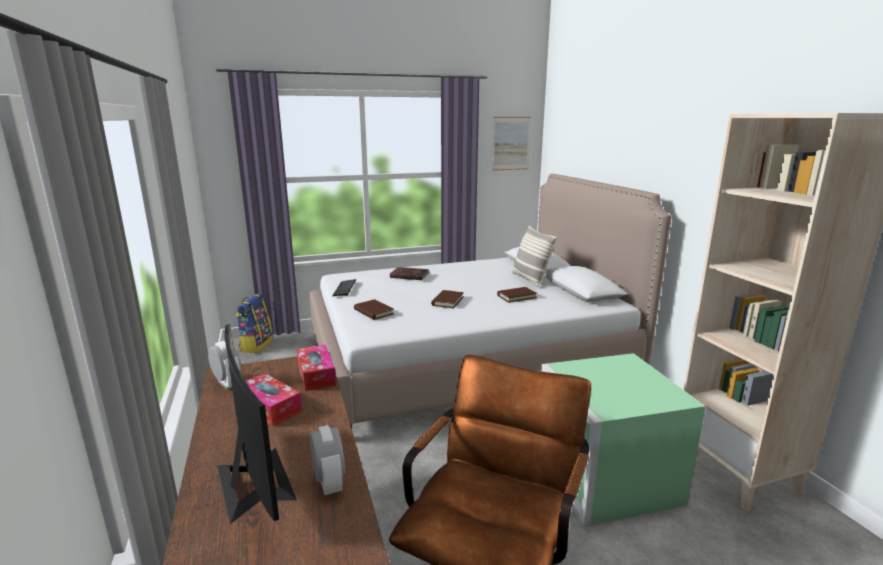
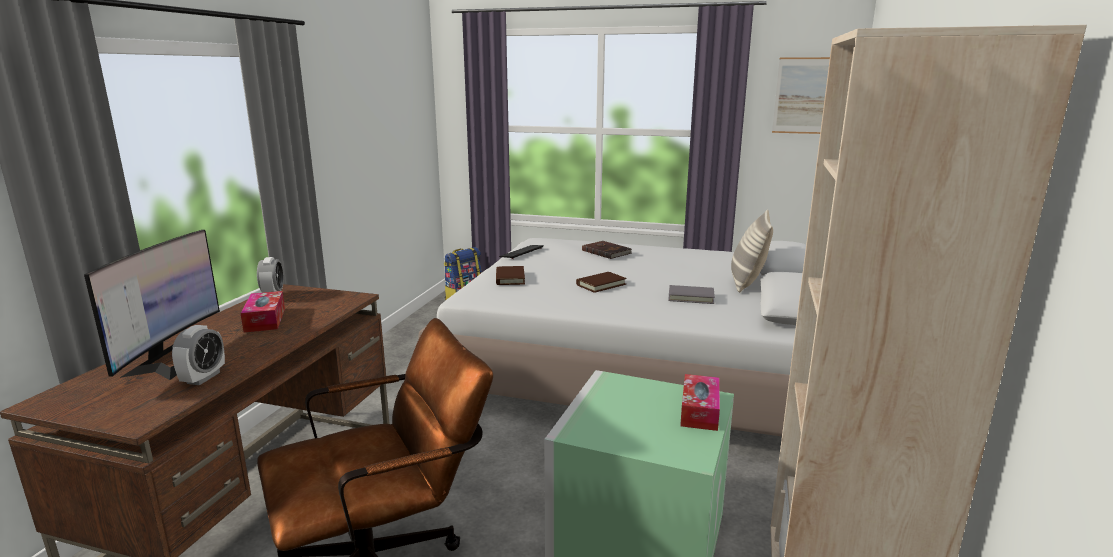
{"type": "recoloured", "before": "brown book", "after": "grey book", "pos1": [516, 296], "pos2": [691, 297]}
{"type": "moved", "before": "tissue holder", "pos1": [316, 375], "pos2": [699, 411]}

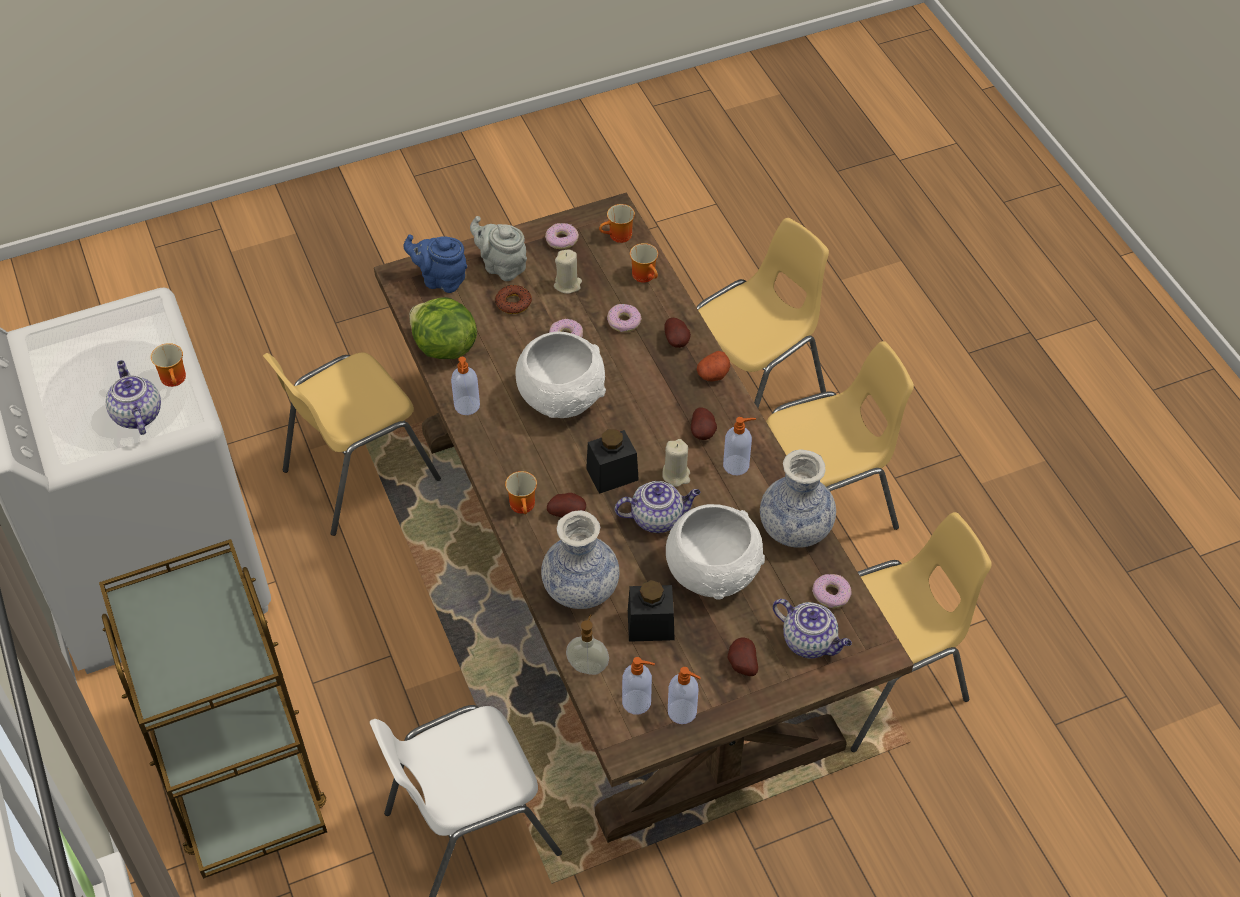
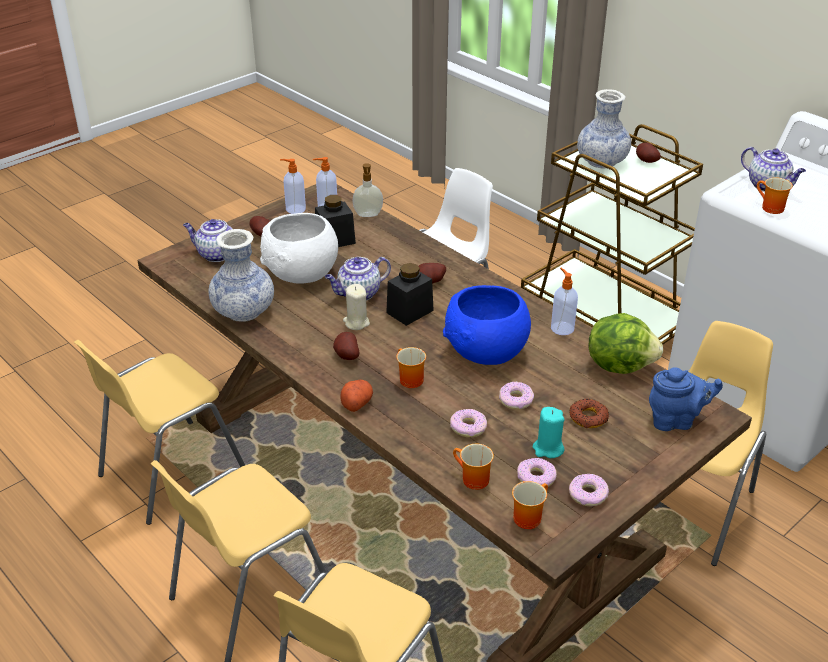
{"type": "removed", "before": "grey pot for tea", "pos1": [502, 266]}
{"type": "recoloured", "before": "beige wax light", "after": "turquoise-coloured wax light", "pos1": [567, 284], "pos2": [548, 449]}
{"type": "moved", "before": "whole potato", "pos1": [677, 341], "pos2": [645, 161]}
{"type": "recoloured", "before": "whitish deep dish", "after": "blue-coloured deep dish", "pos1": [563, 398], "pos2": [484, 352]}
{"type": "removed", "before": "soap dispenser", "pos1": [737, 465]}
{"type": "moved", "before": "tea mug", "pos1": [524, 506], "pos2": [408, 379]}
{"type": "moved", "before": "vase", "pos1": [580, 588], "pos2": [601, 162]}
{"type": "moved", "before": "ring doughnut", "pos1": [831, 594], "pos2": [536, 478]}

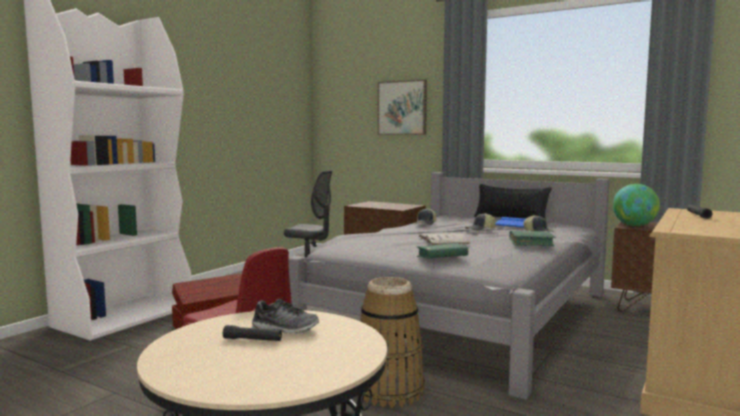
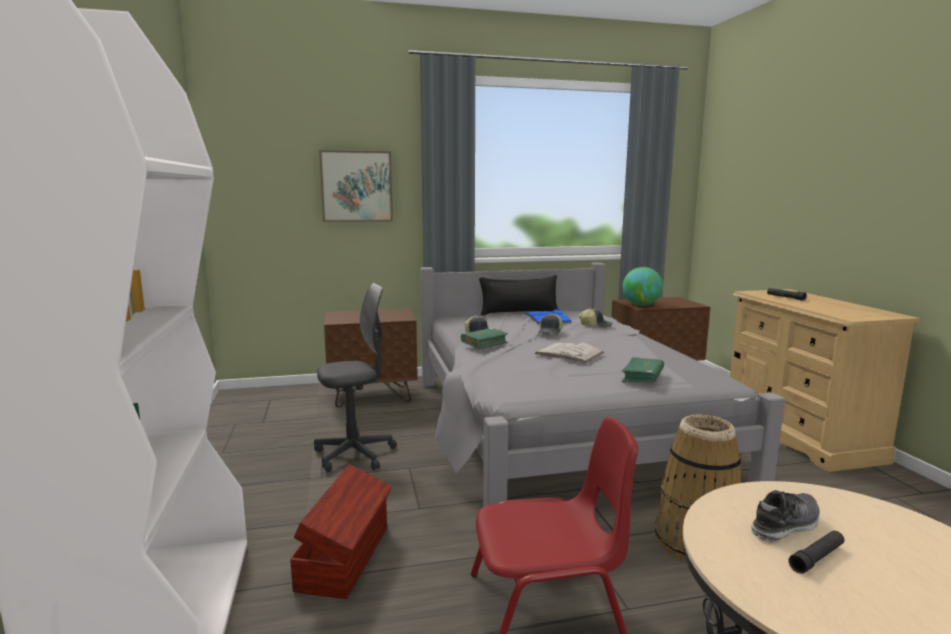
{"type": "moved", "before": "green book", "pos1": [531, 243], "pos2": [484, 343]}

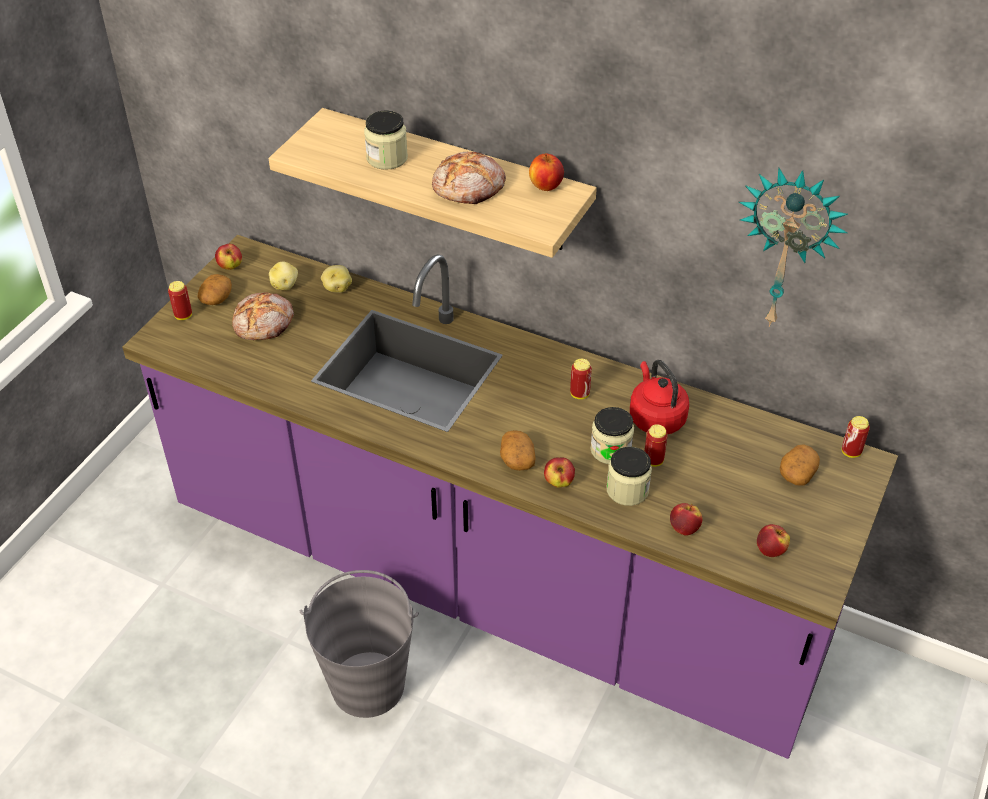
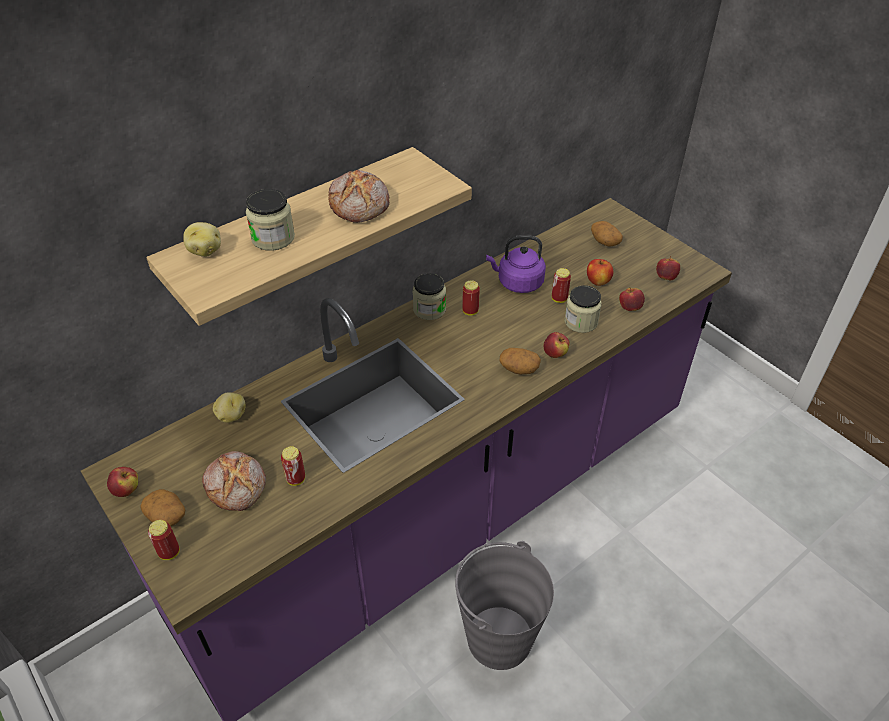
{"type": "moved", "before": "apple", "pos1": [546, 186], "pos2": [598, 281]}
{"type": "removed", "before": "wall clock", "pos1": [787, 247]}
{"type": "moved", "before": "whole potato", "pos1": [285, 285], "pos2": [205, 251]}
{"type": "recoloured", "before": "red tea kettle", "after": "purple tea kettle", "pos1": [655, 417], "pos2": [517, 283]}
{"type": "moved", "before": "preserve jar", "pos1": [610, 450], "pos2": [429, 309]}
{"type": "moved", "before": "can", "pos1": [851, 452], "pos2": [296, 479]}

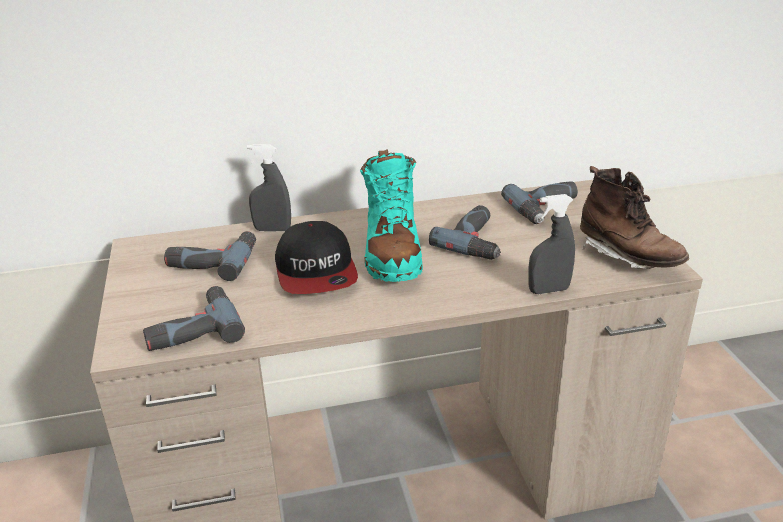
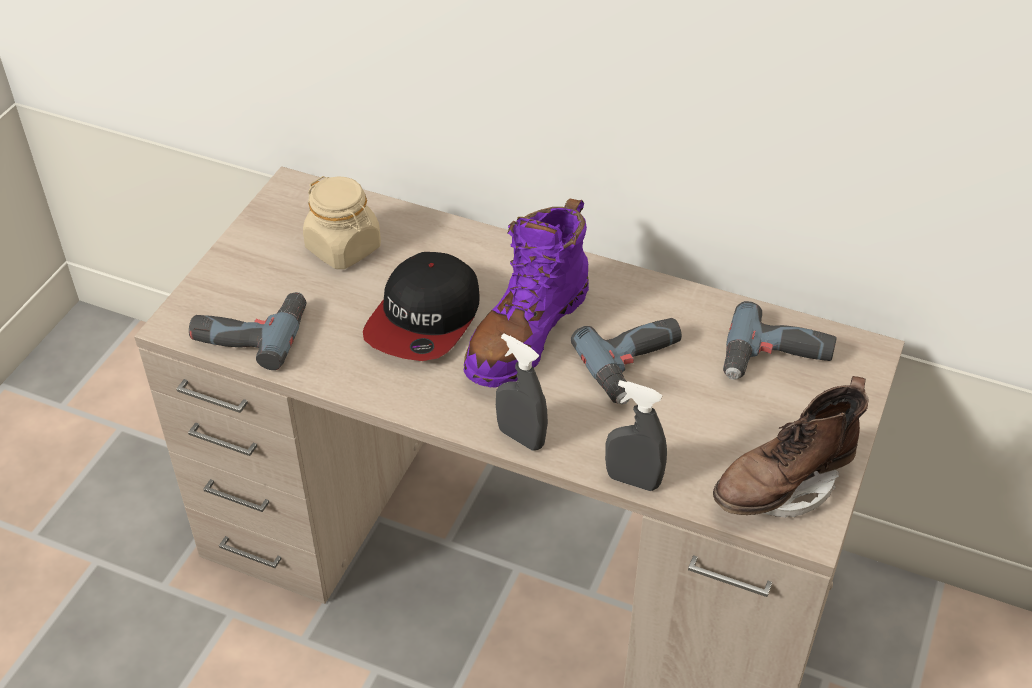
{"type": "moved", "before": "grey sprayer", "pos1": [272, 229], "pos2": [521, 437]}
{"type": "recoloured", "before": "turquoise-coloured tall boot", "after": "purple tall boot", "pos1": [392, 252], "pos2": [527, 332]}
{"type": "turned", "before": "brown tall boot", "pos1": [628, 257], "pos2": [782, 486], "turn": 60}
{"type": "replaced", "before": "electric drill", "after": "beige preserve jar", "pos1": [213, 260], "pos2": [344, 248]}

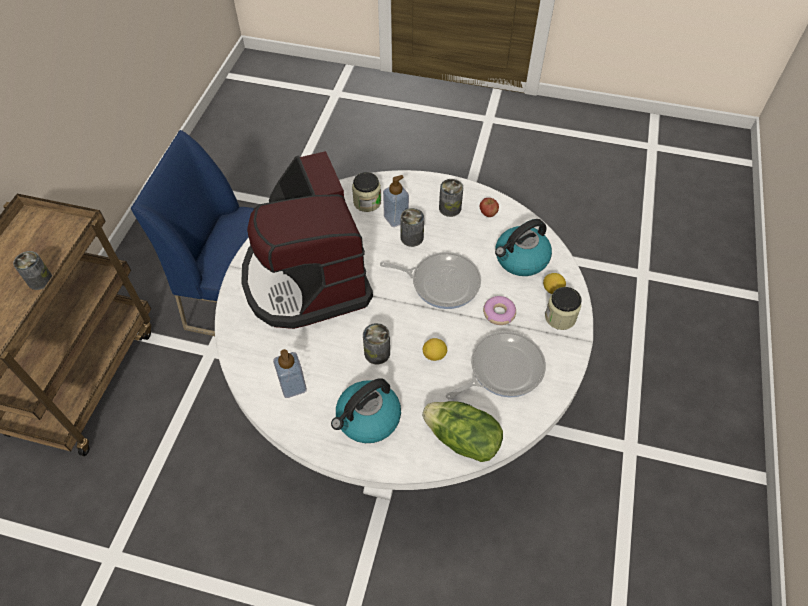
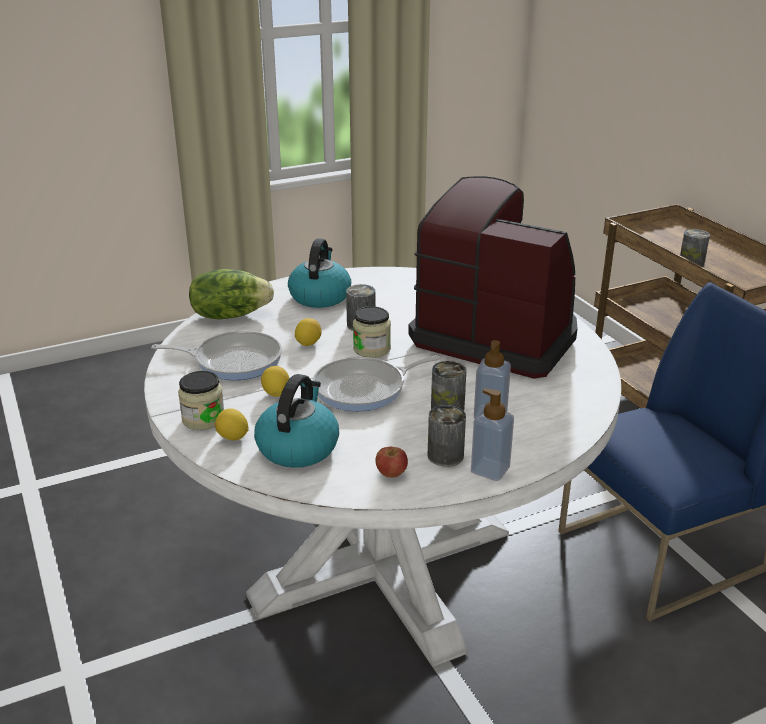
{"type": "moved", "before": "preserve jar", "pos1": [367, 202], "pos2": [372, 349]}
{"type": "replaced", "before": "ring doughnut", "after": "whole lemon", "pos1": [499, 313], "pos2": [276, 393]}
{"type": "turned", "before": "frying pan", "pos1": [502, 369], "pos2": [233, 360], "turn": -105}
{"type": "moved", "before": "soap dispenser", "pos1": [293, 386], "pos2": [490, 470]}

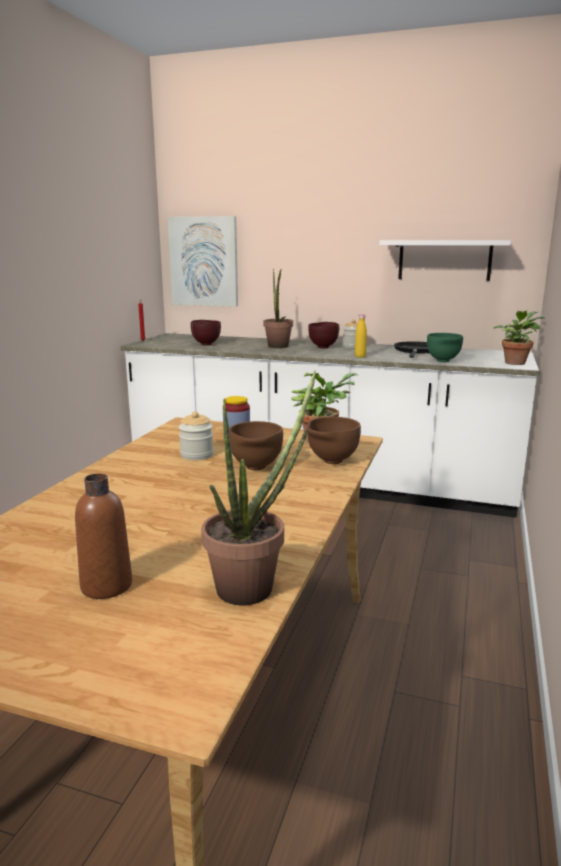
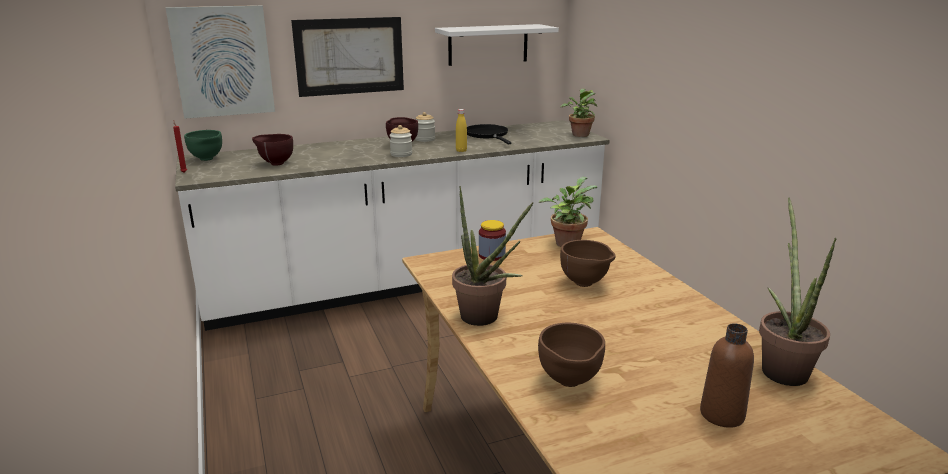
{"type": "moved", "before": "plant in a pot", "pos1": [278, 347], "pos2": [485, 319]}
{"type": "moved", "before": "green deep dish", "pos1": [443, 361], "pos2": [207, 159]}
{"type": "moved", "before": "preserve jar", "pos1": [197, 455], "pos2": [401, 154]}
{"type": "moved", "before": "brown deep dish", "pos1": [331, 462], "pos2": [569, 383]}
{"type": "added", "after": "wall art", "pos2": [350, 56]}

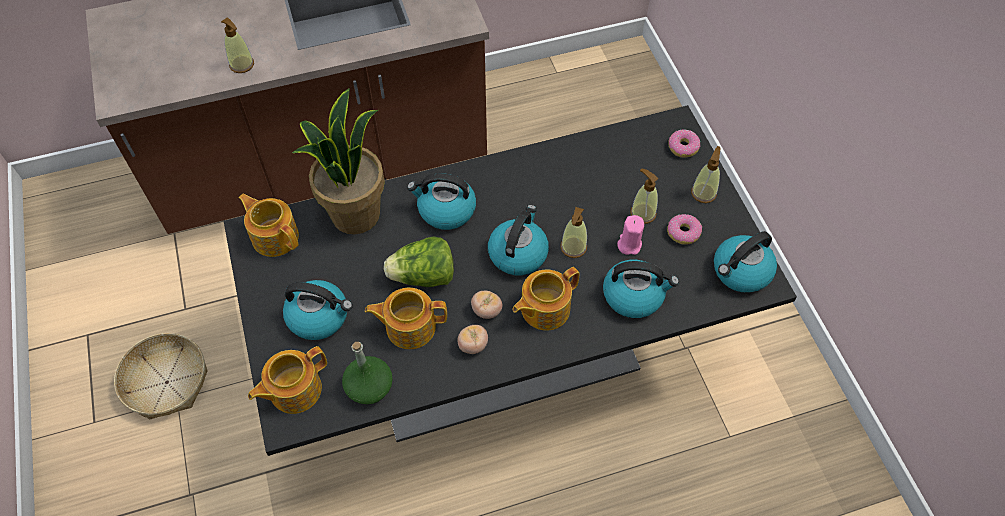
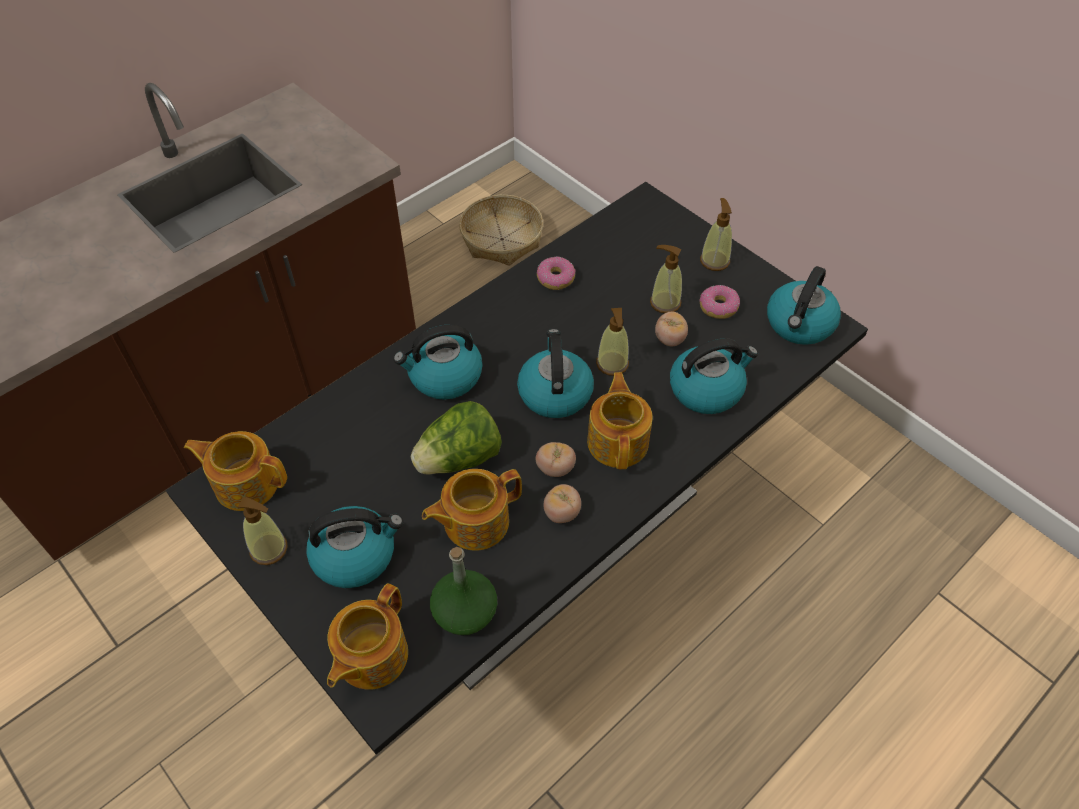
{"type": "moved", "before": "soap dispenser", "pos1": [242, 65], "pos2": [269, 549]}
{"type": "removed", "before": "plant in a pot", "pos1": [355, 213]}
{"type": "moved", "before": "ring doughnut", "pos1": [683, 147], "pos2": [555, 278]}
{"type": "replaced", "before": "pink-coloured wax light", "after": "tomato", "pos1": [629, 244], "pos2": [670, 339]}
{"type": "turned", "before": "pot for tea", "pos1": [544, 309], "pos2": [618, 441], "turn": 150}
{"type": "moved", "before": "household basket", "pos1": [166, 382], "pos2": [501, 239]}

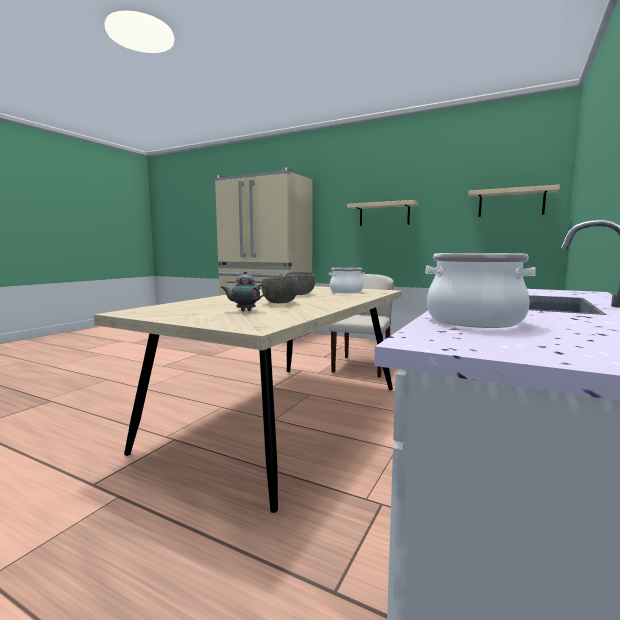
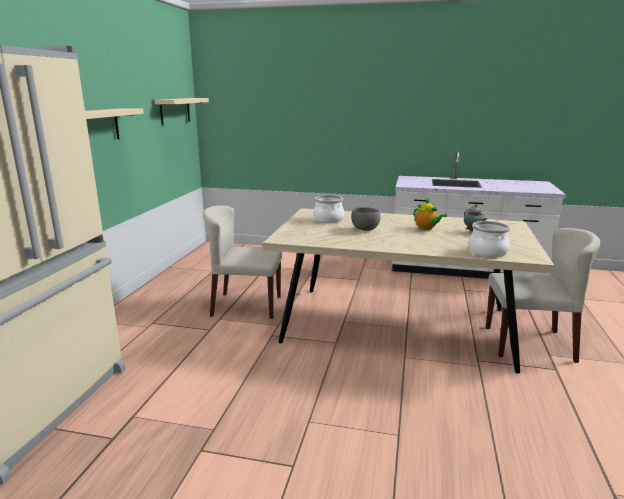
{"type": "moved", "before": "stockpot", "pos1": [474, 321], "pos2": [488, 252]}
{"type": "replaced", "before": "grey deep dish", "after": "pot for tea", "pos1": [280, 303], "pos2": [426, 228]}
{"type": "added", "after": "beige chair", "pos2": [529, 343]}

